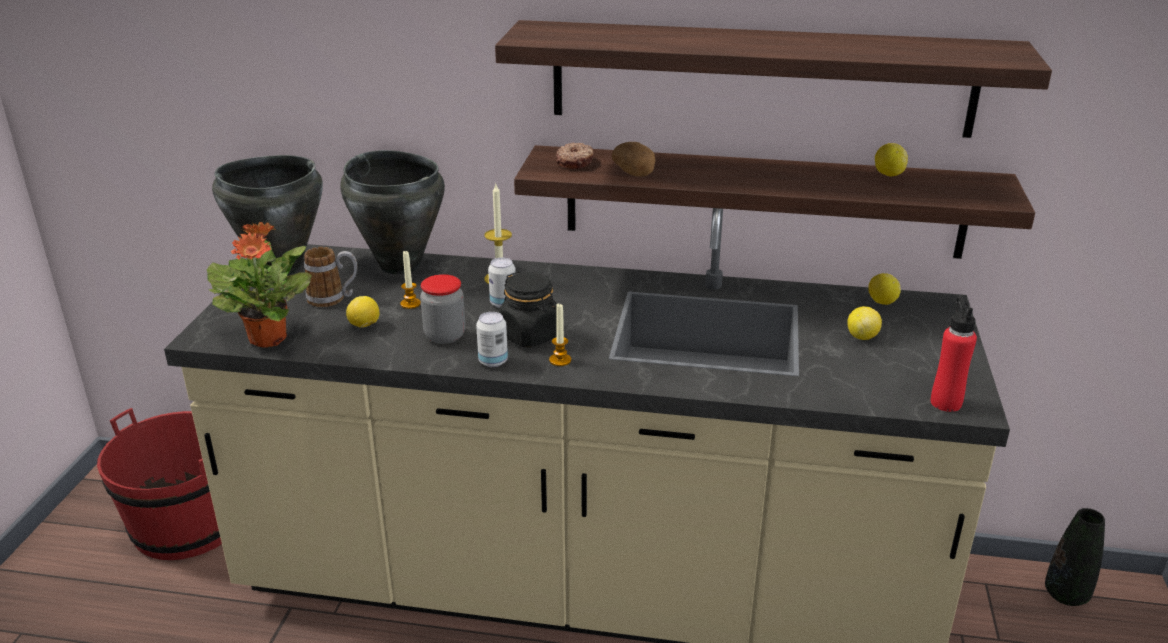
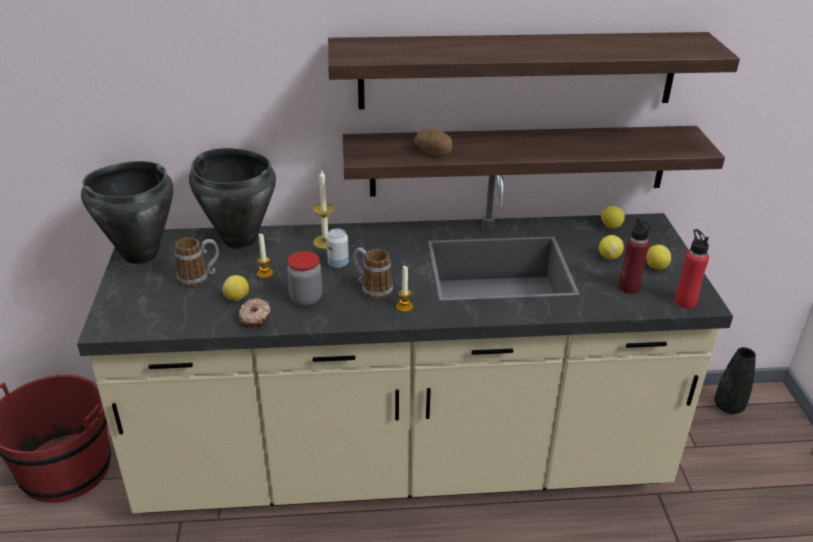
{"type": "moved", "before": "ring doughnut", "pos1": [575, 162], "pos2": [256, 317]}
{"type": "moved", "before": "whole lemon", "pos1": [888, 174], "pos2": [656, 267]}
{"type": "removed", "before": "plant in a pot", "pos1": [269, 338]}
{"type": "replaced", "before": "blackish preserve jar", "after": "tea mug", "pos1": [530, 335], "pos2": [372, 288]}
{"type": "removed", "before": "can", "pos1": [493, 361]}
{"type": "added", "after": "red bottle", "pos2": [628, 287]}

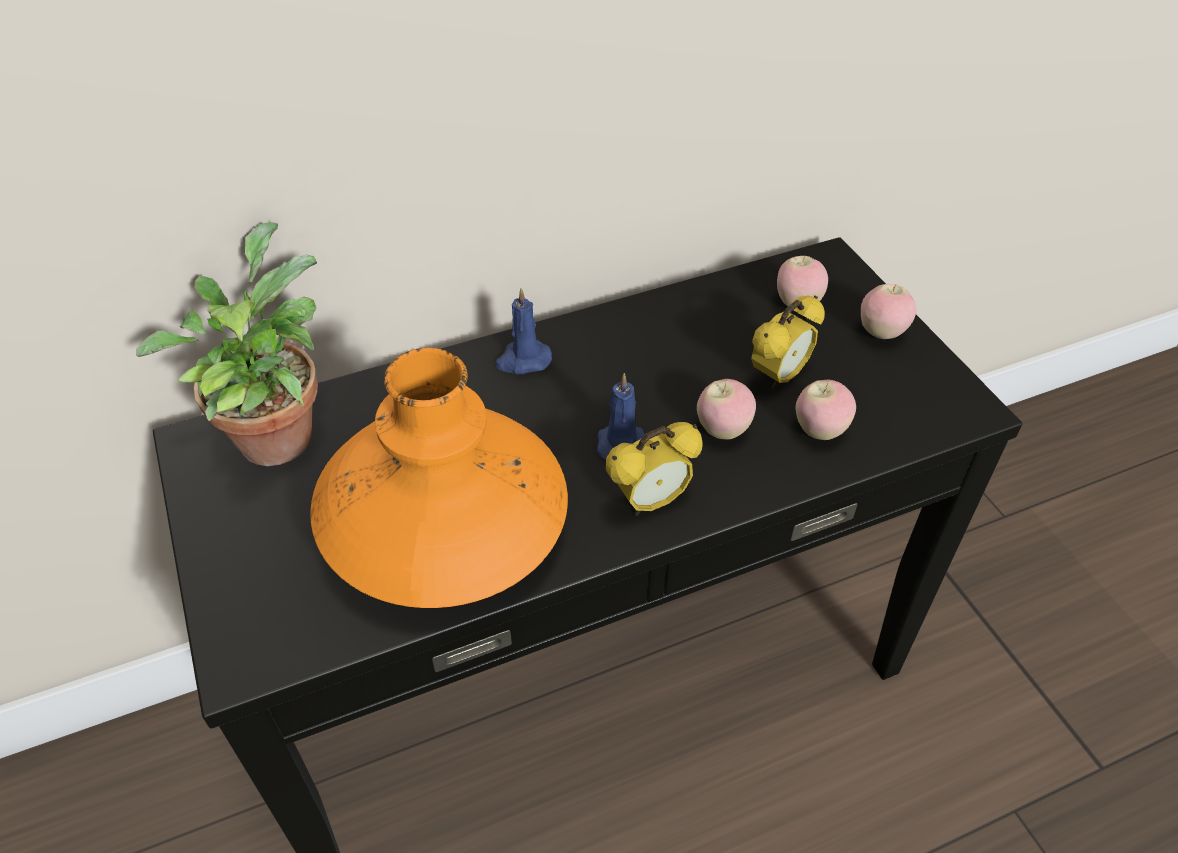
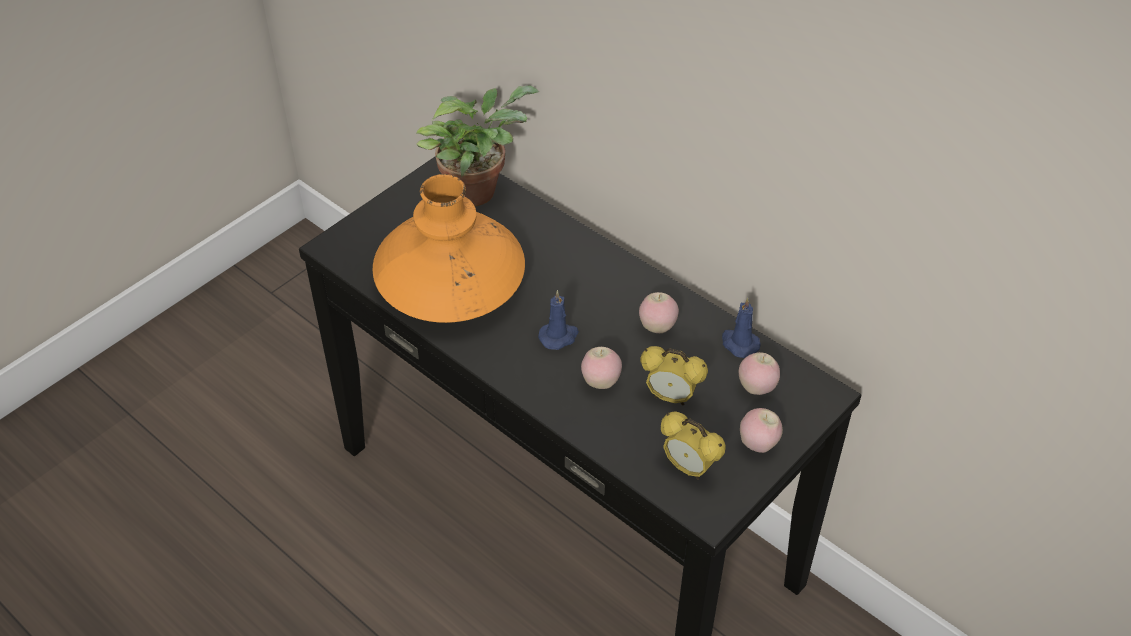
{"type": "moved", "before": "blue-coloured wax light", "pos1": [523, 360], "pos2": [739, 343]}
{"type": "moved", "before": "apple", "pos1": [820, 430], "pos2": [657, 327]}
{"type": "moved", "before": "bedside clock", "pos1": [650, 501], "pos2": [689, 468]}

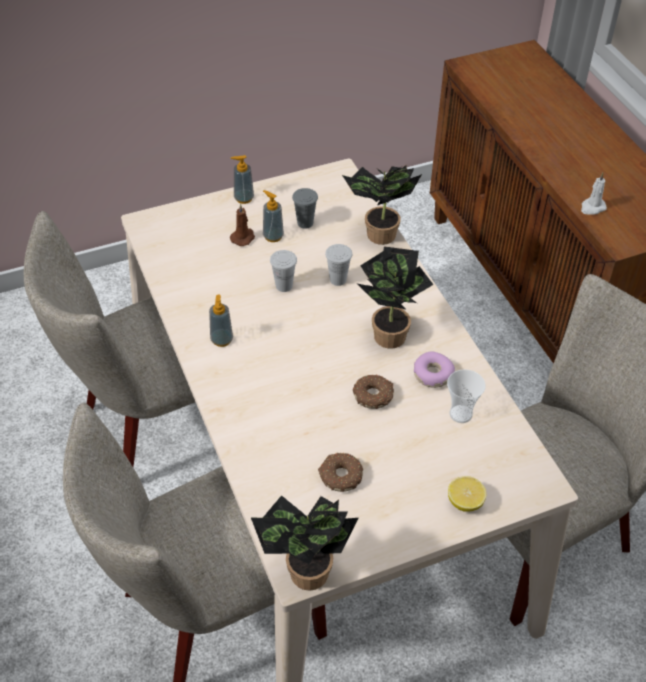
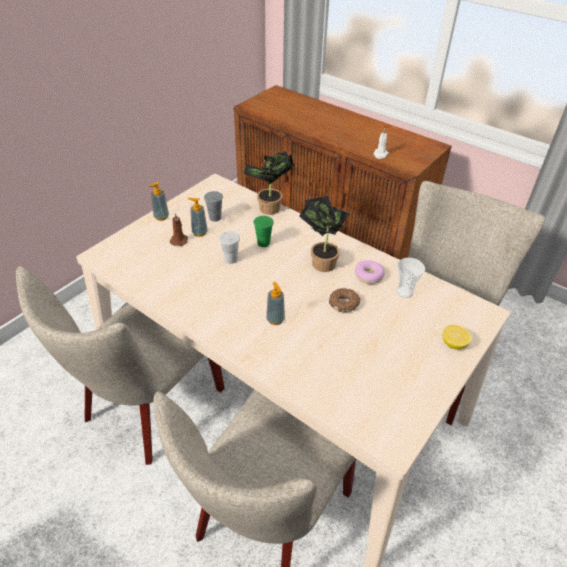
{"type": "recoloured", "before": "whitish drinking cup", "after": "green drinking cup", "pos1": [338, 279], "pos2": [263, 243]}
{"type": "moved", "before": "soap dispenser", "pos1": [221, 340], "pos2": [275, 319]}
{"type": "removed", "before": "ring doughnut", "pos1": [340, 476]}
{"type": "removed", "before": "plant in a pot", "pos1": [304, 576]}

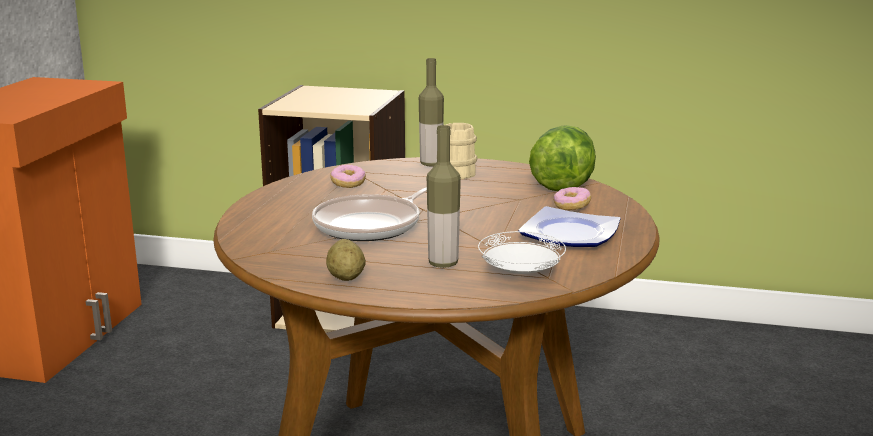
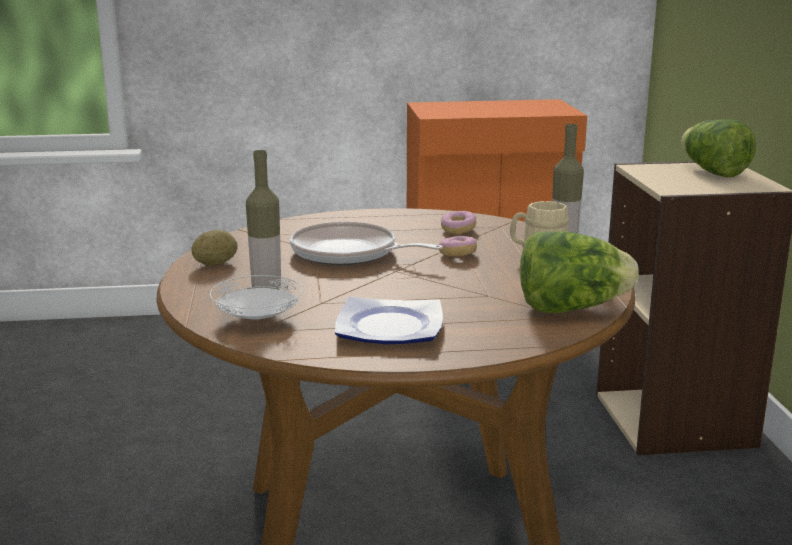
{"type": "moved", "before": "ring doughnut", "pos1": [571, 206], "pos2": [457, 254]}
{"type": "added", "after": "head of lettuce", "pos2": [712, 172]}

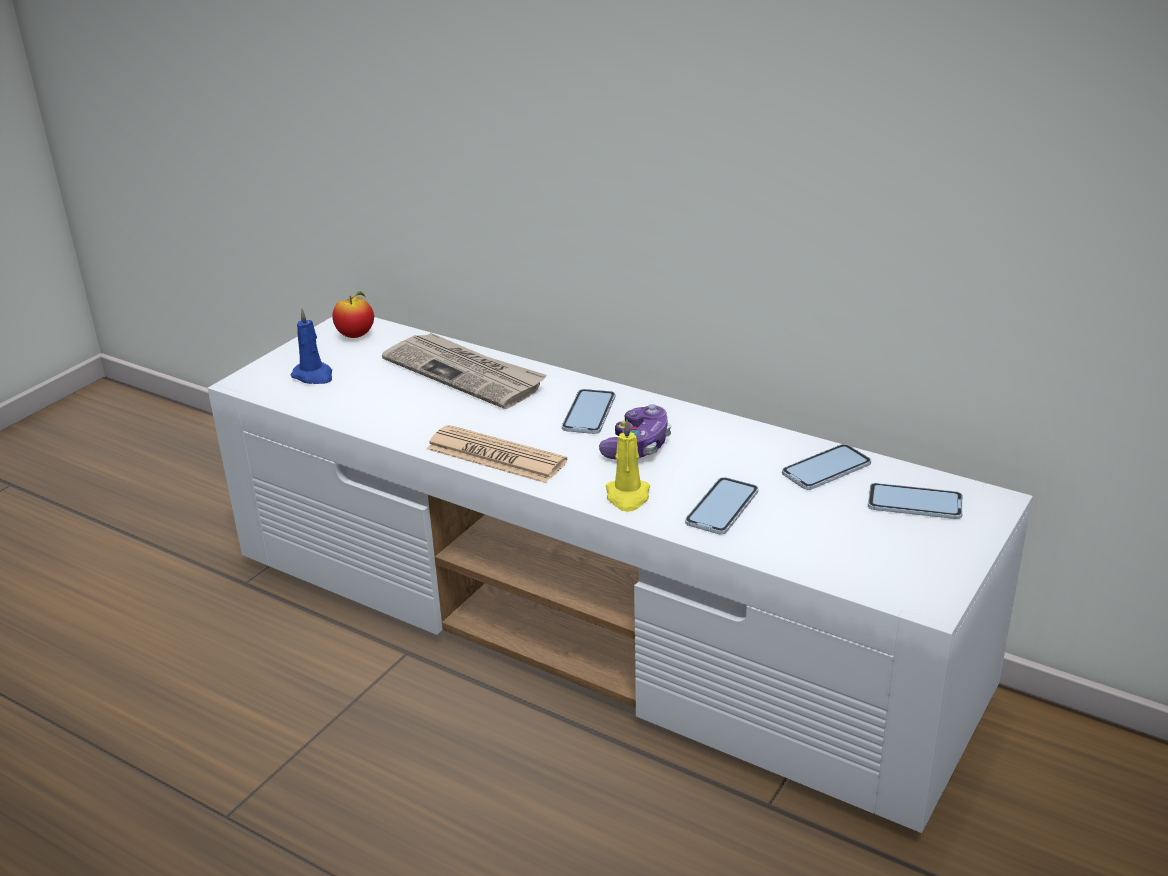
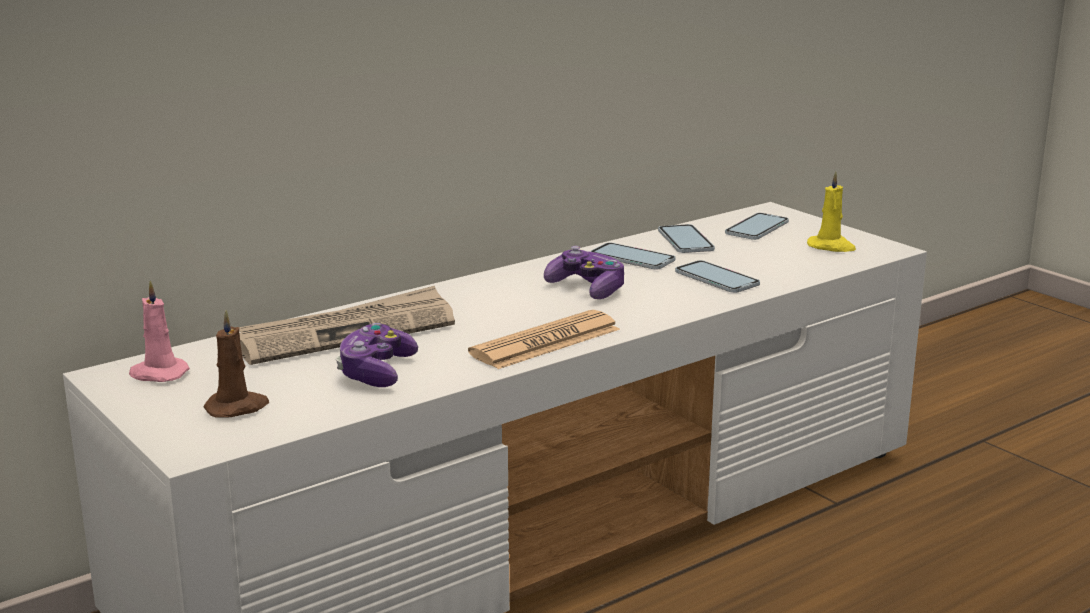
{"type": "replaced", "before": "apple", "after": "pink-coloured wax light", "pos1": [356, 336], "pos2": [158, 374]}
{"type": "recoloured", "before": "blue-coloured wax light", "after": "brown wax light", "pos1": [314, 376], "pos2": [237, 407]}
{"type": "moved", "before": "telephone", "pos1": [589, 413], "pos2": [632, 258]}
{"type": "moved", "before": "yellow-coloured wax light", "pos1": [628, 496], "pos2": [831, 247]}
{"type": "added", "after": "joypad", "pos2": [376, 372]}

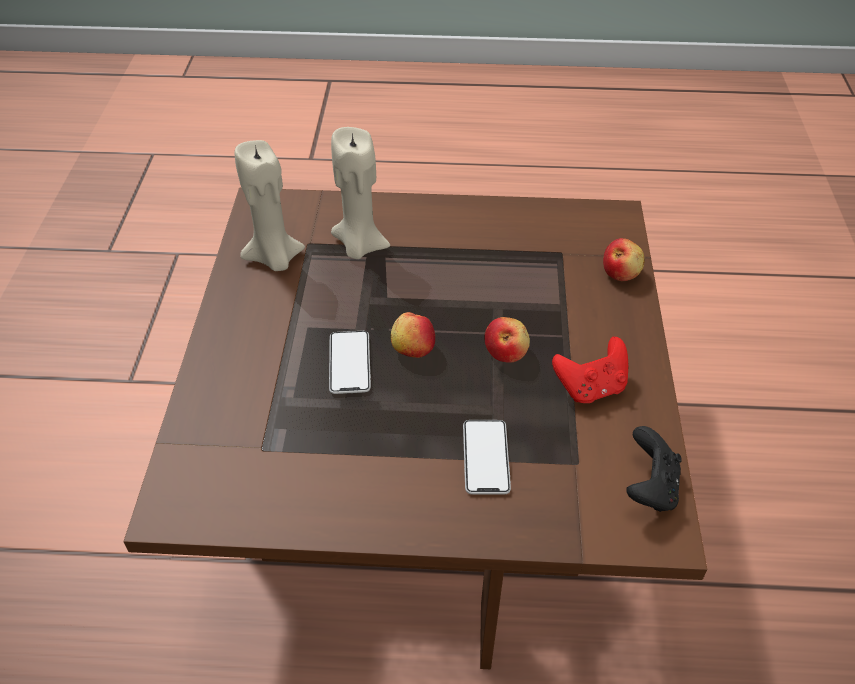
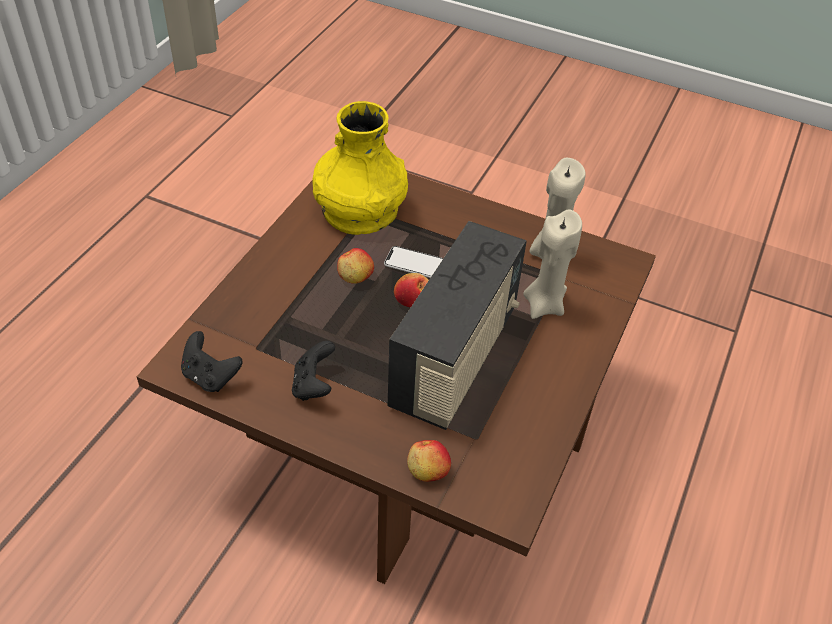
{"type": "moved", "before": "apple", "pos1": [506, 351], "pos2": [355, 277]}
{"type": "recoloured", "before": "red joypad", "after": "blackish joypad", "pos1": [590, 387], "pos2": [313, 385]}
{"type": "removed", "before": "telephone", "pos1": [486, 457]}
{"type": "added", "after": "yellow-coloured vase", "pos2": [359, 209]}
{"type": "added", "after": "radio receiver", "pos2": [455, 359]}

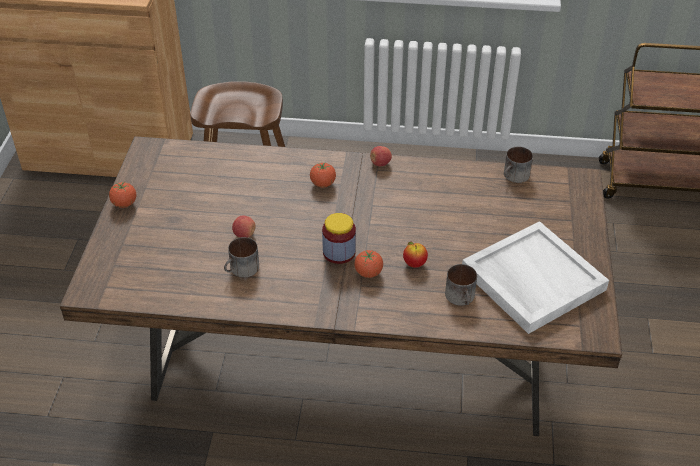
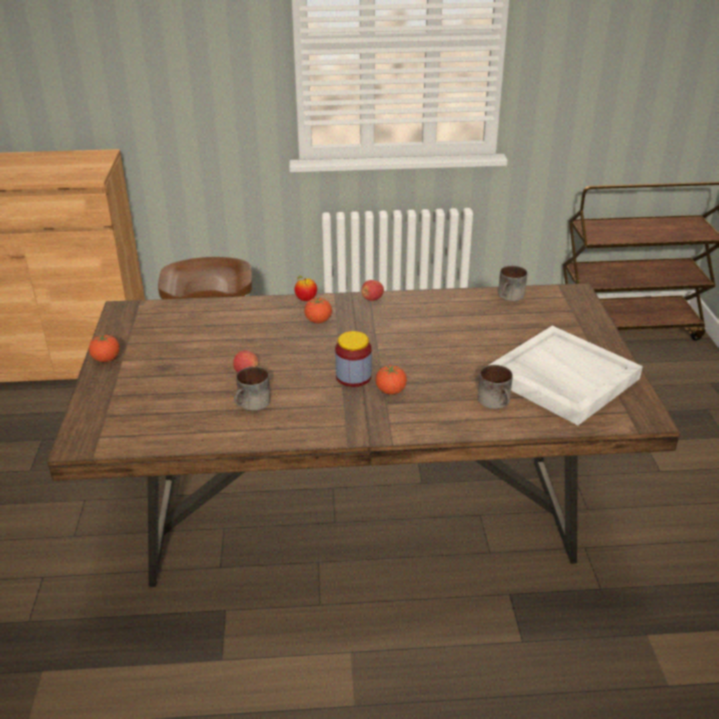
{"type": "moved", "before": "apple", "pos1": [414, 264], "pos2": [306, 299]}

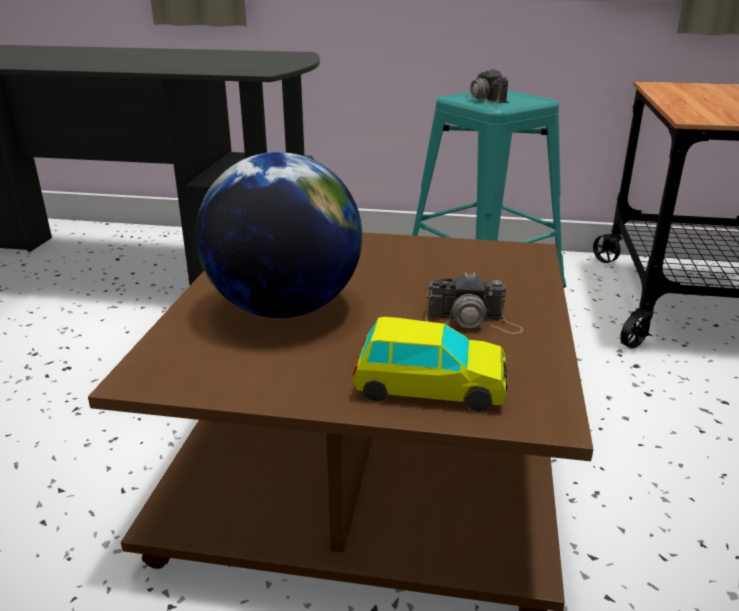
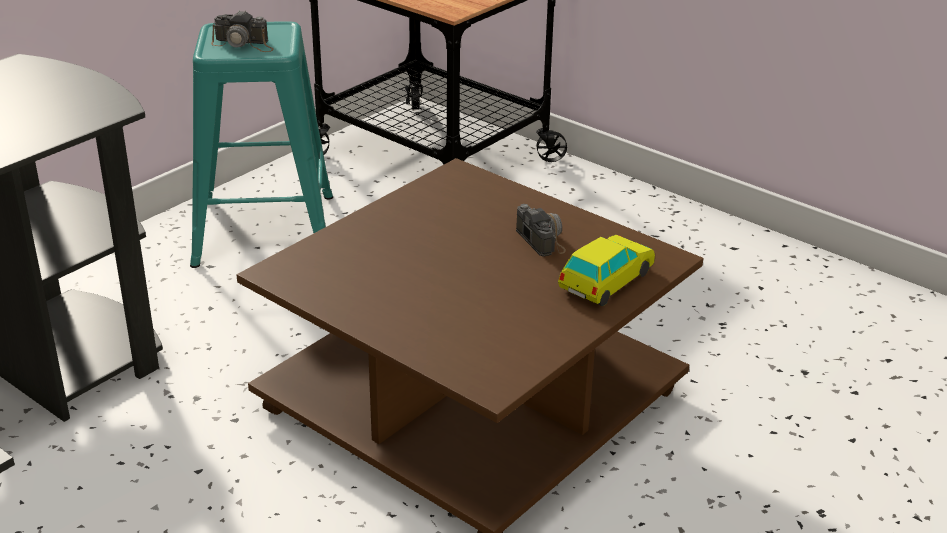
{"type": "removed", "before": "globe", "pos1": [284, 308]}
{"type": "turned", "before": "photo camera", "pos1": [472, 321], "pos2": [540, 236], "turn": -60}

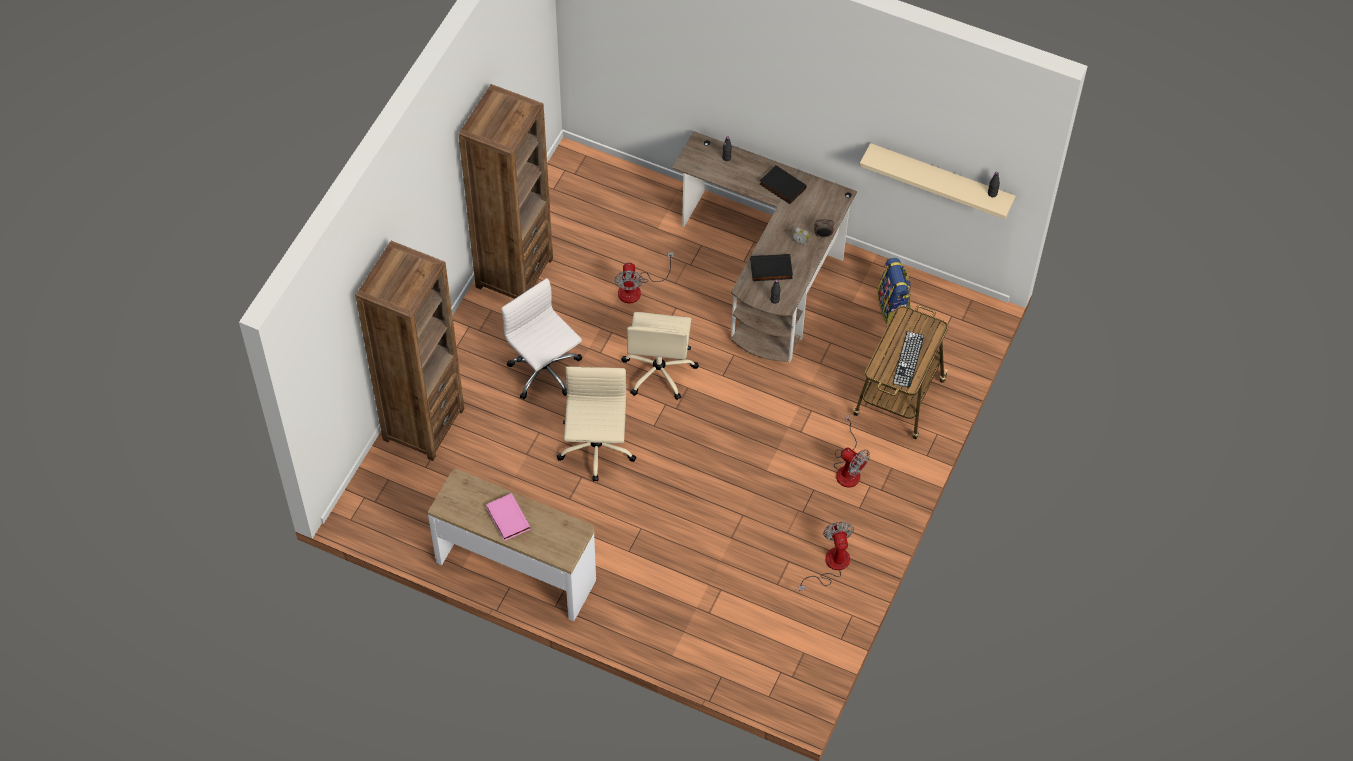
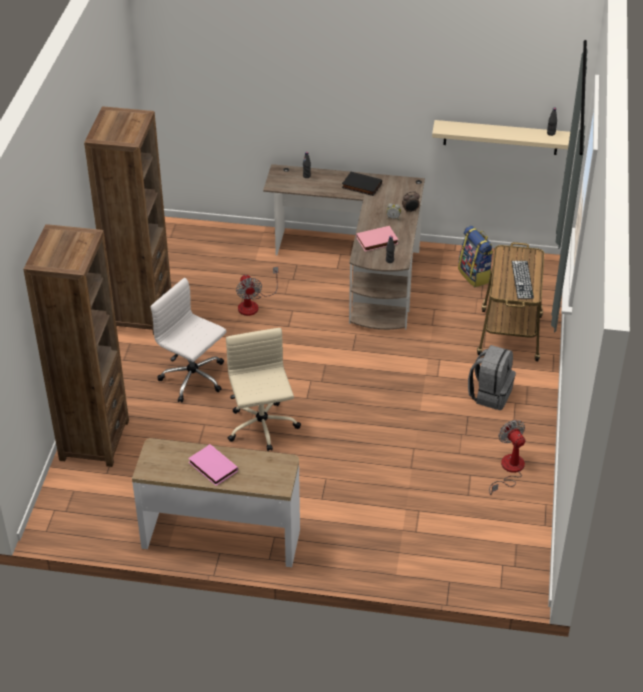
{"type": "recoloured", "before": "blackish book", "after": "pink-coloured book", "pos1": [771, 270], "pos2": [377, 241]}
{"type": "removed", "before": "beige desk chair", "pos1": [659, 371]}
{"type": "replaced", "before": "electric fan", "after": "grey rucksack", "pos1": [848, 468], "pos2": [490, 394]}

